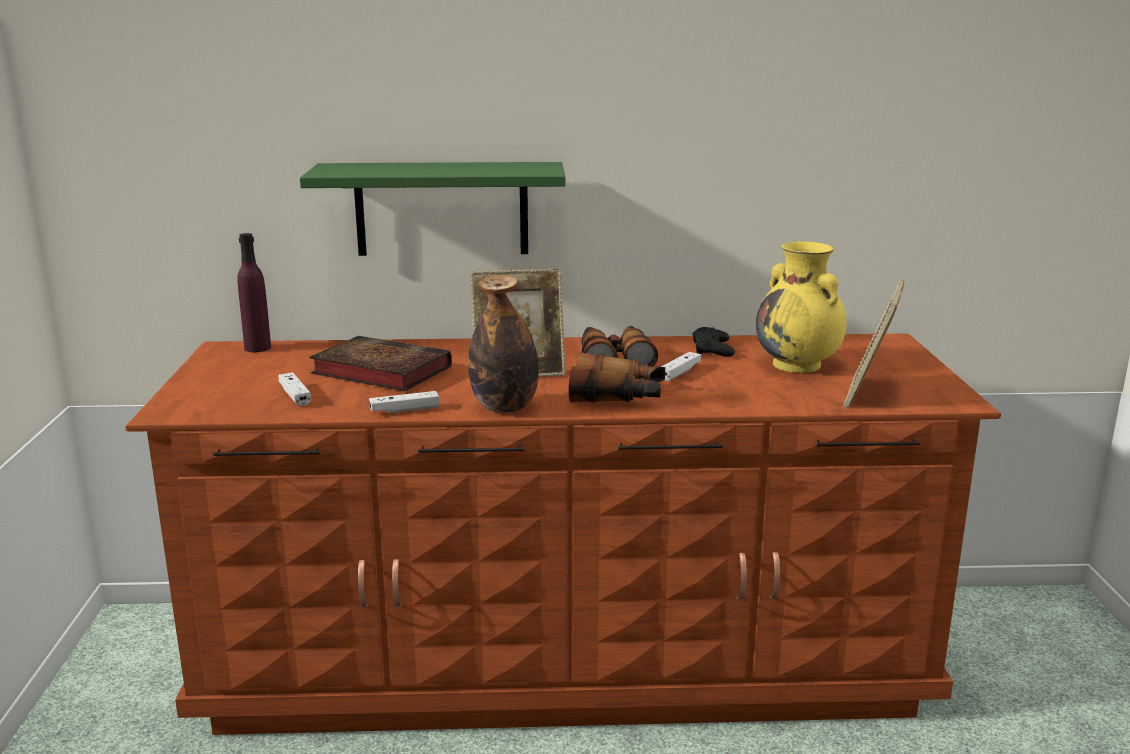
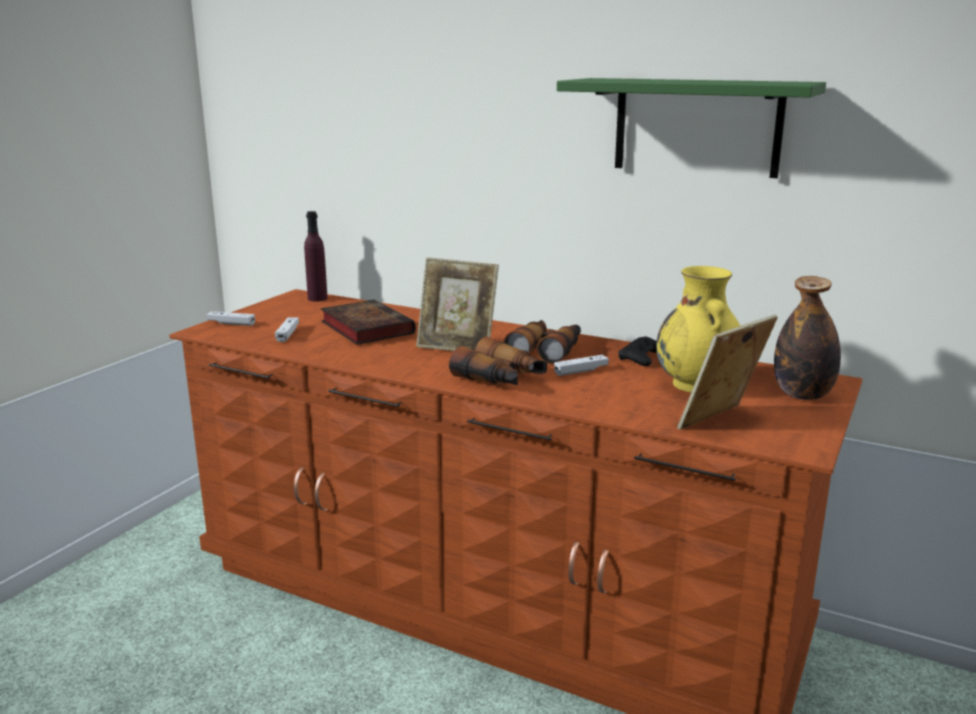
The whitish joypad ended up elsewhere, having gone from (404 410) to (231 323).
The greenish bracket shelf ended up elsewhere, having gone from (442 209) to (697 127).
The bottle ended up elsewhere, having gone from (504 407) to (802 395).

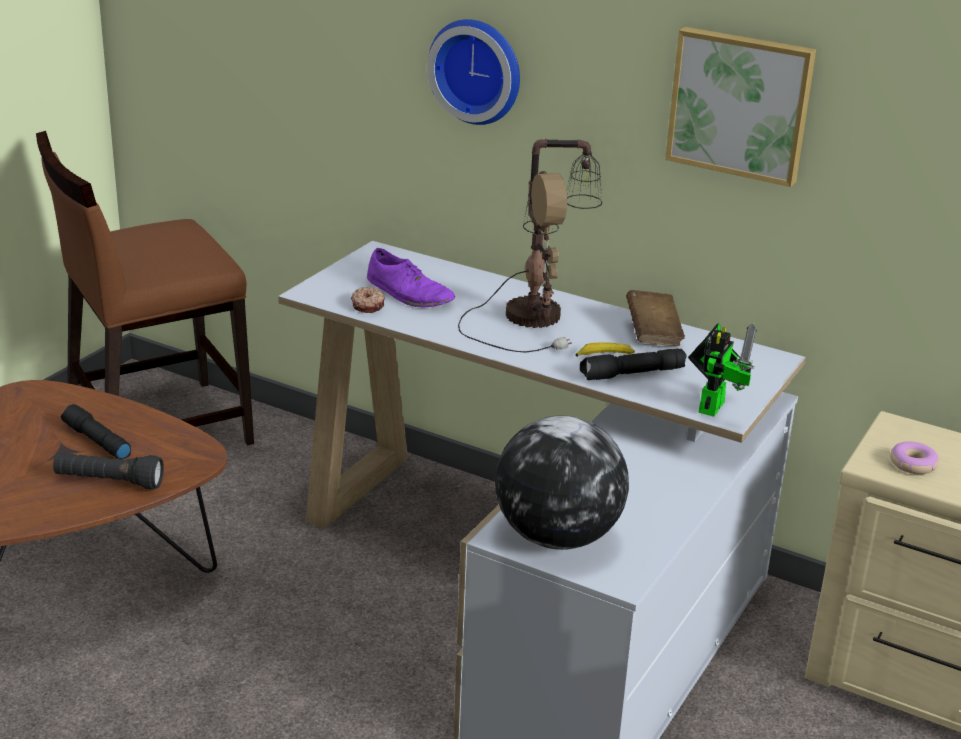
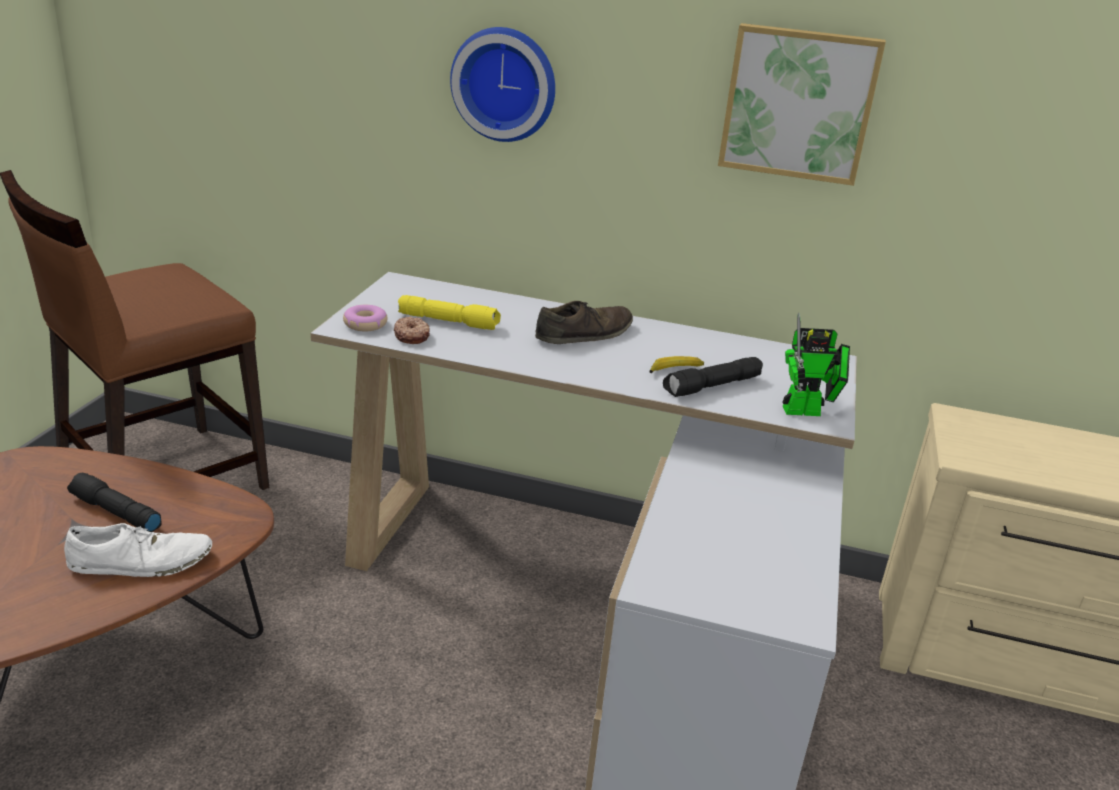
Where the blackish flashlight stood at (109 482), the whitish shoe came to stand at (141 562).
The donut ended up elsewhere, having gone from (912 464) to (365 324).
Where the purple shoe stood at (409 294), the yellow-coloured flashlight came to stand at (449 321).
Where the tabletop lamp stood at (534 314), the brown shoe came to stand at (584 333).
The model robot at (713 404) ended up facing another way, 75 degrees clockwise from before.
The second view lost the globe at (556 537).
The second view lost the brown bound book at (653 334).

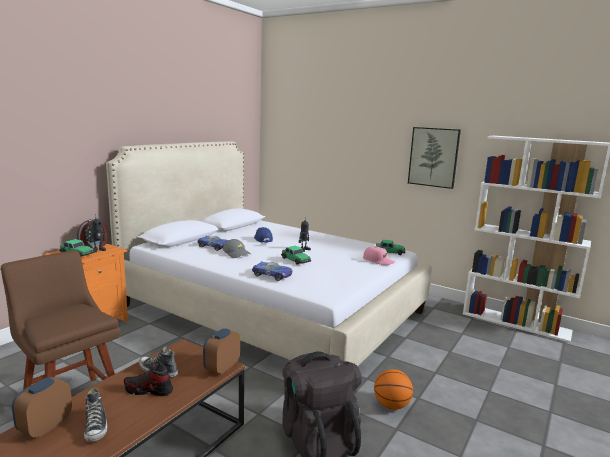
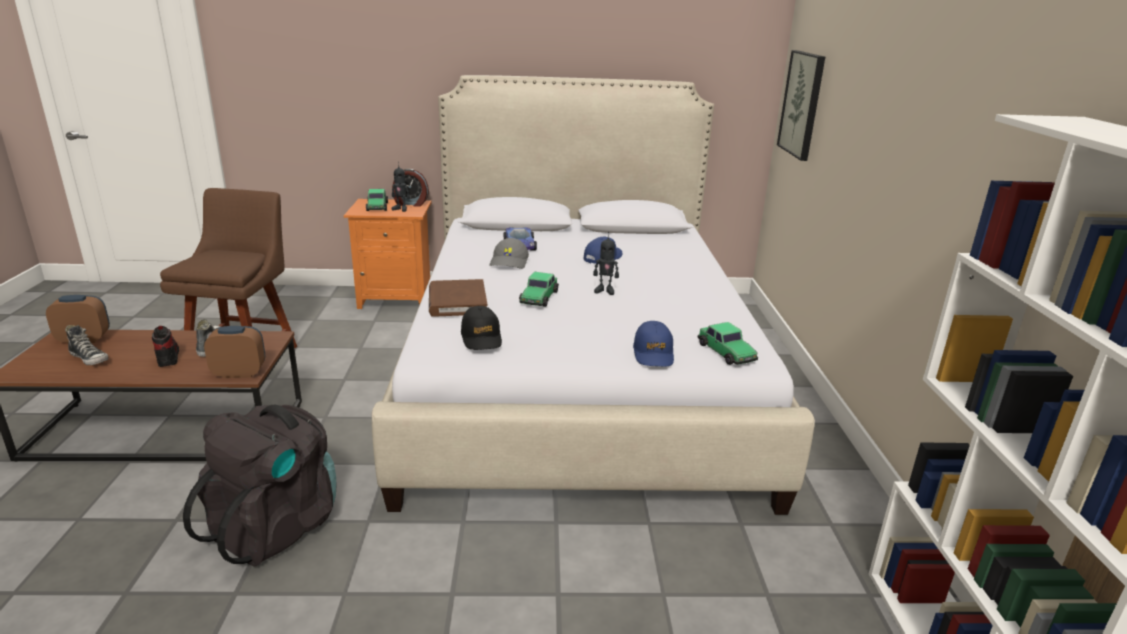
The shoe at (96 427) ended up facing another way, 90 degrees counterclockwise from before.
Where the model car stood at (273 275), the brown bound book came to stand at (457 302).
The second view gained the blackish cap at (481 337).
What was the pink cap at (378 261) turned into the blue cap at (653 353).
The wall picture ended up elsewhere, having gone from (433 157) to (802 104).
The second view lost the ball for basketball at (391 405).

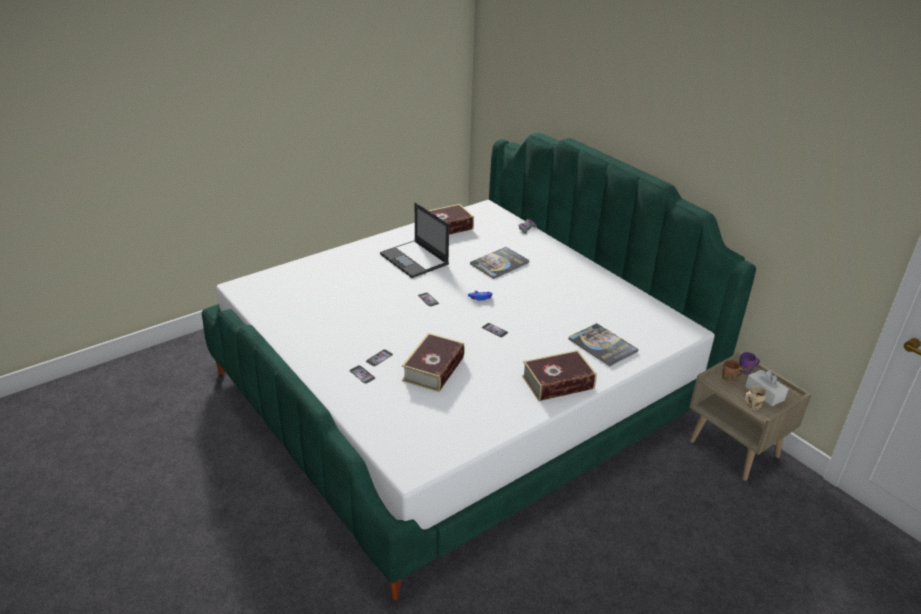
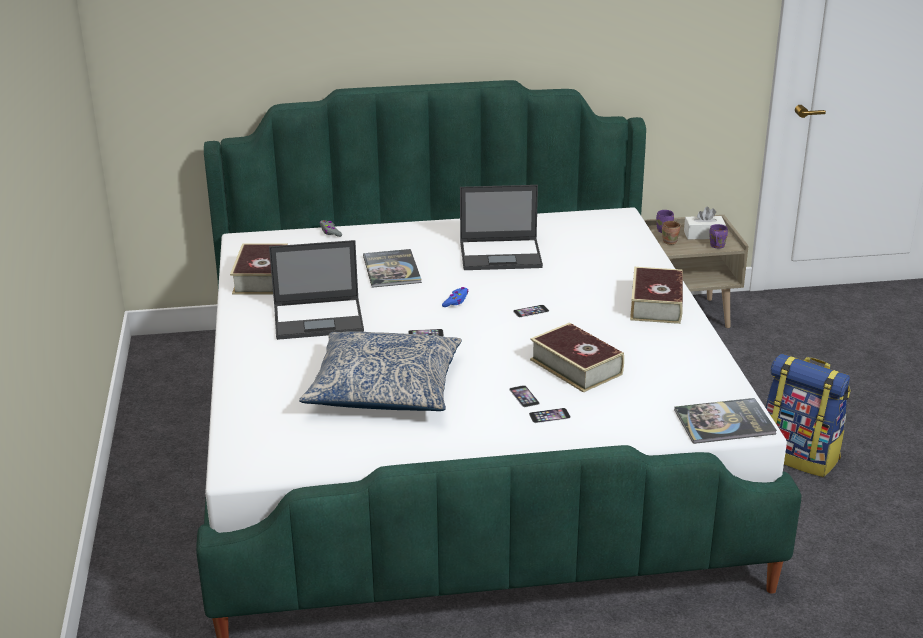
The second view gained the throw pillow at (384 388).
The second view gained the portable computer at (501 255).
The bound book ended up elsewhere, having gone from (602 345) to (724 422).
What was the sand-coloured coffee mug at (752 405) turned into the purple coffee mug at (716 246).
The second view gained the knapsack at (800 456).

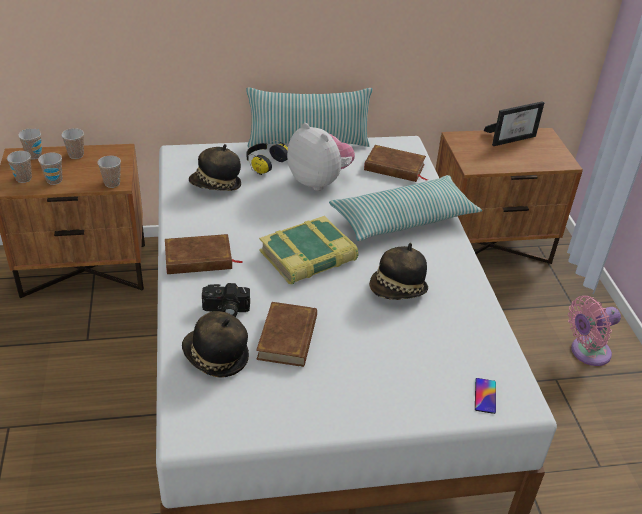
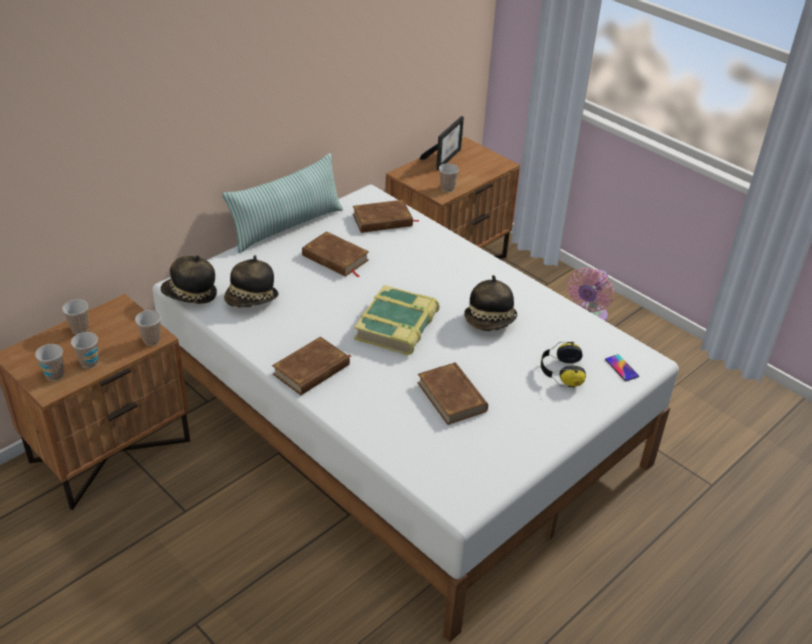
The clothing hat ended up elsewhere, having gone from (215 357) to (190 295).
Where the soft toy stood at (319 181), the brown bound book came to stand at (335 258).
The cup ended up elsewhere, having gone from (34 155) to (447 188).
The pair of headphones ended up elsewhere, having gone from (265 164) to (560 372).
The second view lost the still camera at (225 310).
The second view lost the throw pillow at (404 219).

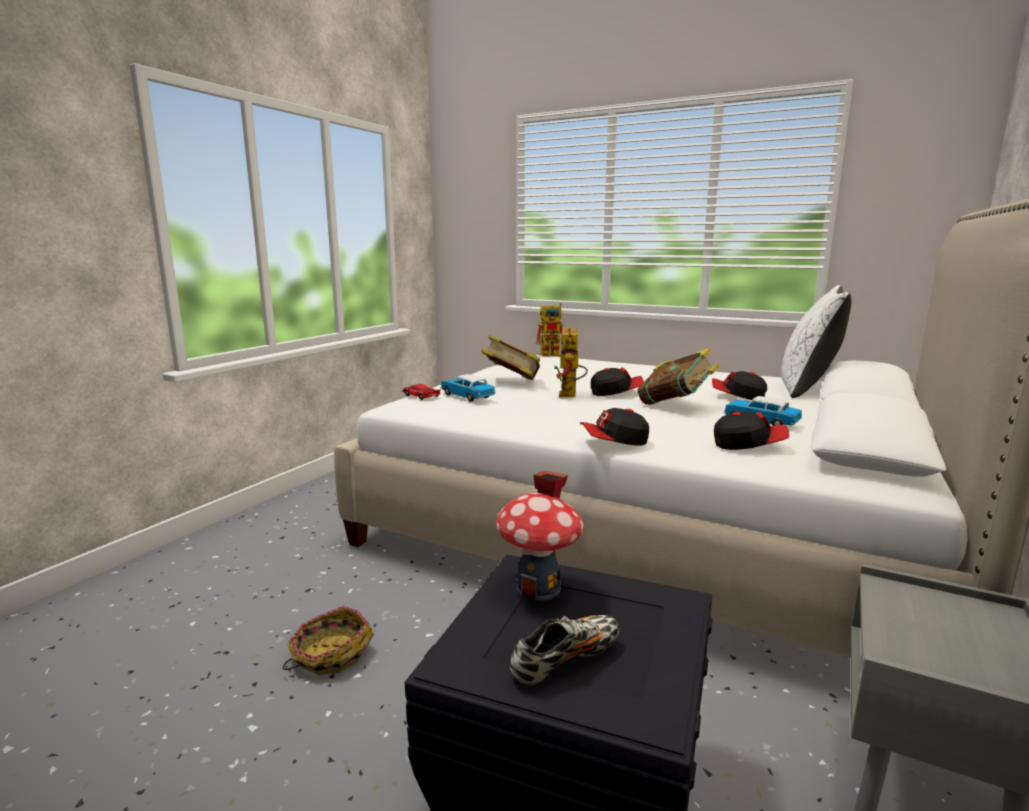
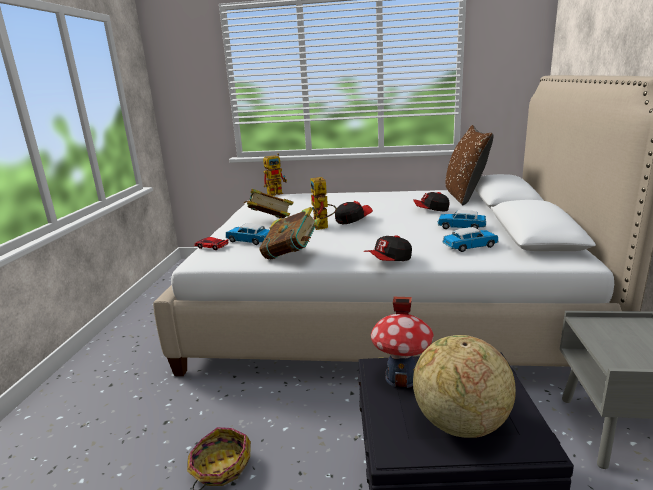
The bound book ended up elsewhere, having gone from (675 405) to (292 256).
Where the shoe stood at (566 660), the globe came to stand at (459 423).
Where the cap stood at (748 446), the model car came to stand at (470 246).
What was the whitish throw pillow at (807 388) turned into the brown throw pillow at (464 196).

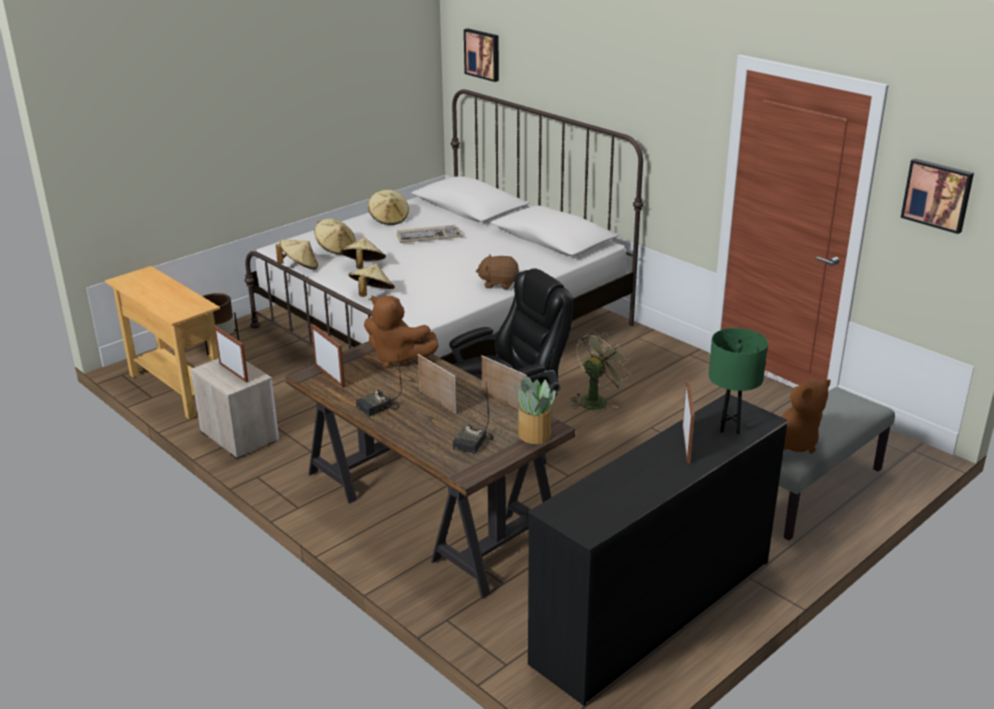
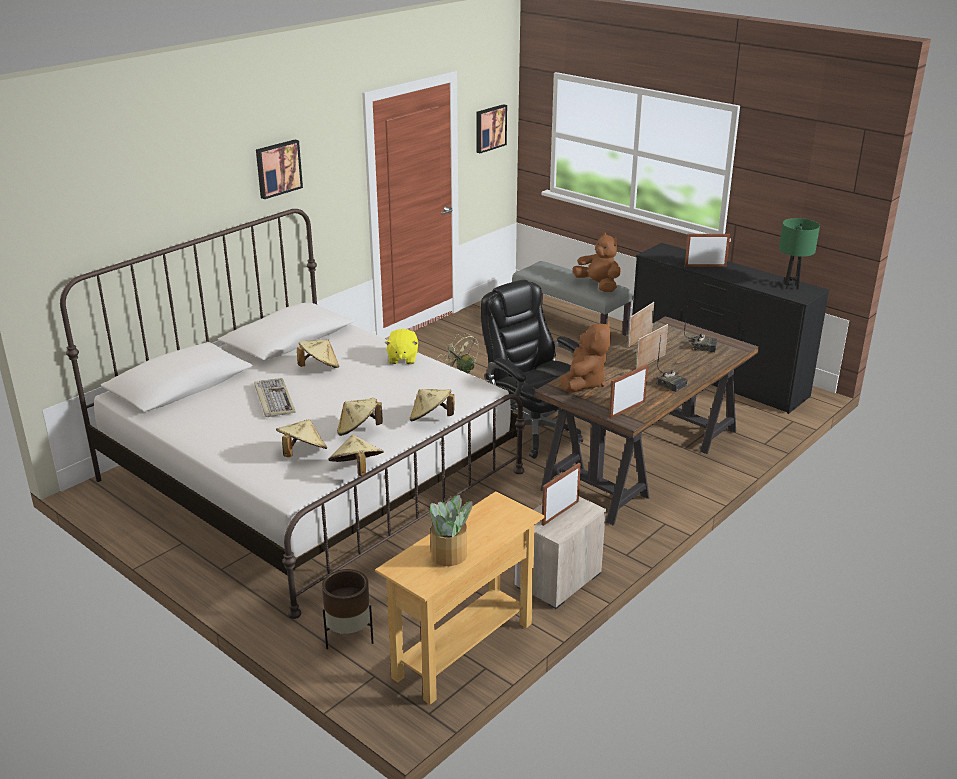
The wall picture ended up elsewhere, having gone from (483 54) to (278 168).
The sand-coloured clothing hat ended up elsewhere, having gone from (389 219) to (319 367).
What was the brown soft toy at (498 283) turned into the yellow-coloured soft toy at (402 358).
The plant in a pot ended up elsewhere, having gone from (534 435) to (450 555).
The greenish tabletop lamp ended up elsewhere, having gone from (730 428) to (791 286).

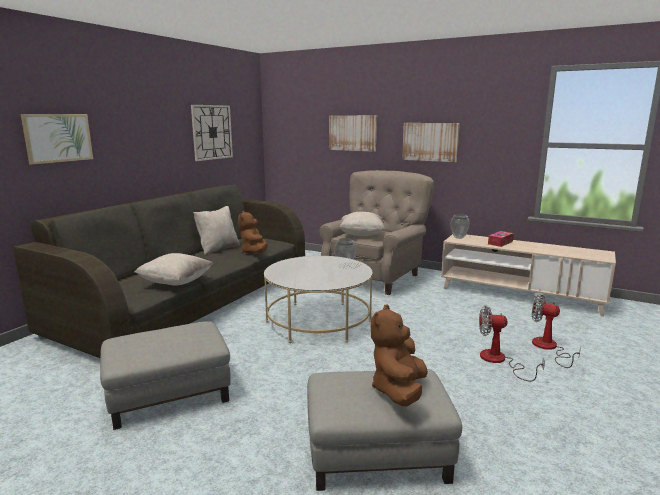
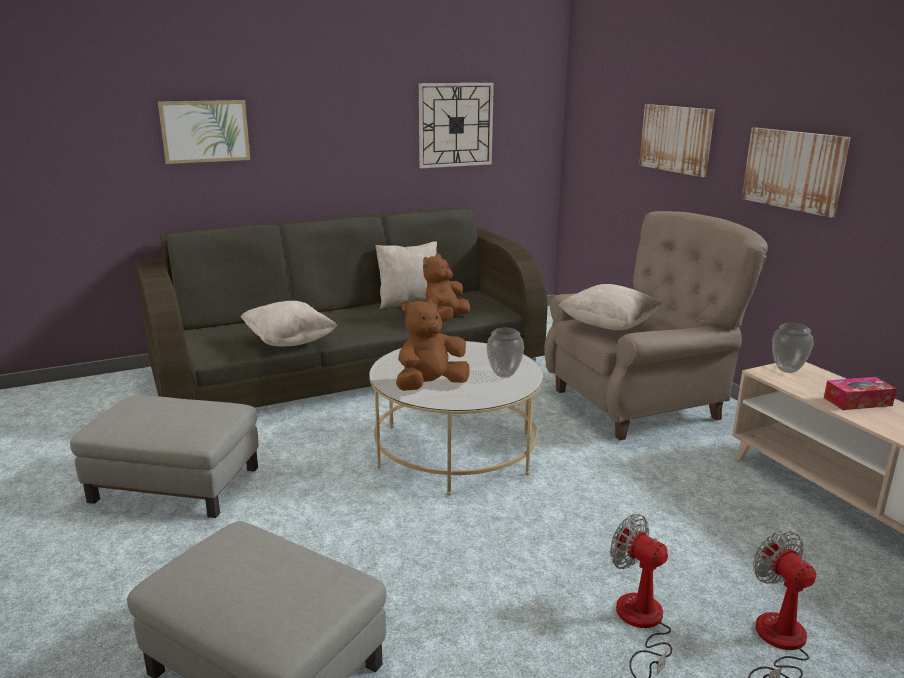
The brown soft toy ended up elsewhere, having gone from (398 390) to (430 386).

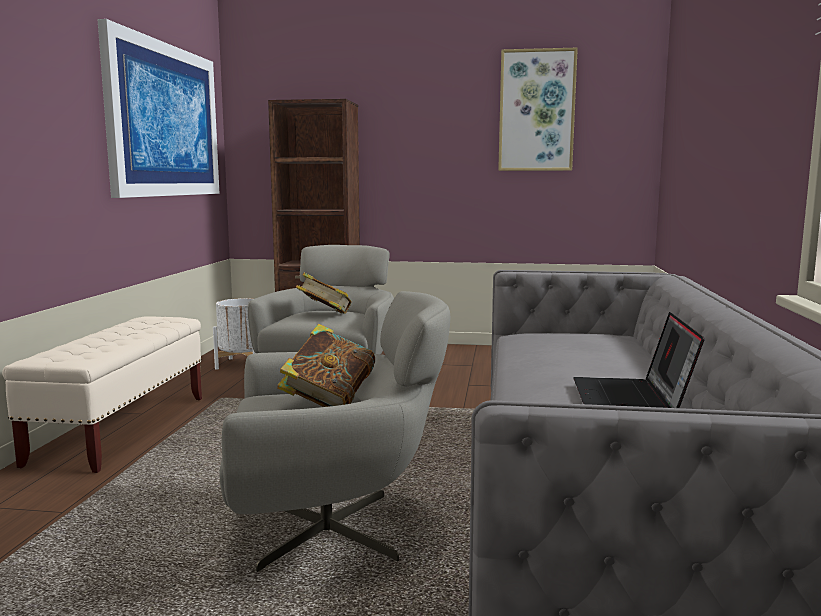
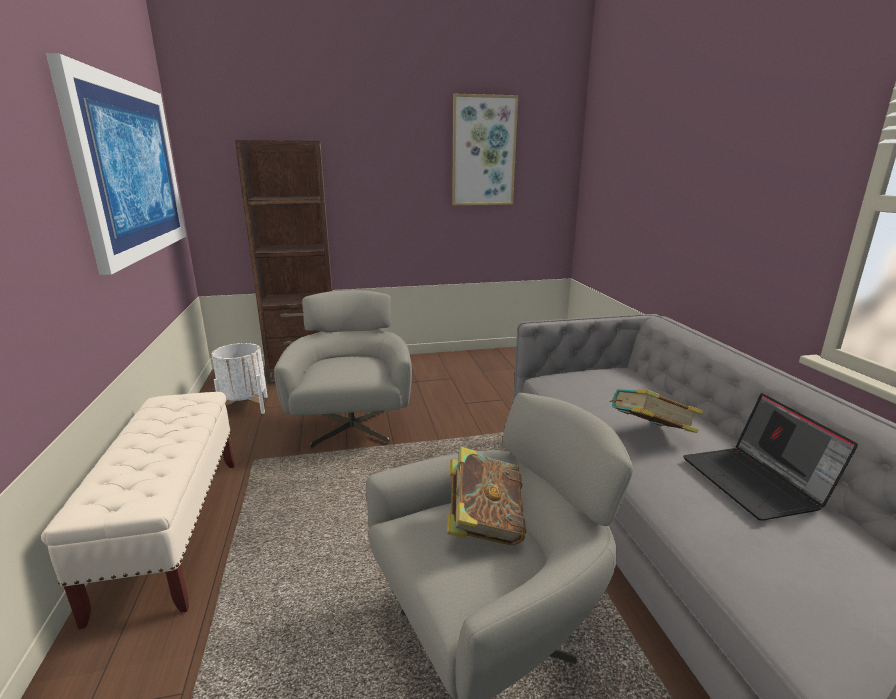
The bound book ended up elsewhere, having gone from (325 315) to (649 435).

